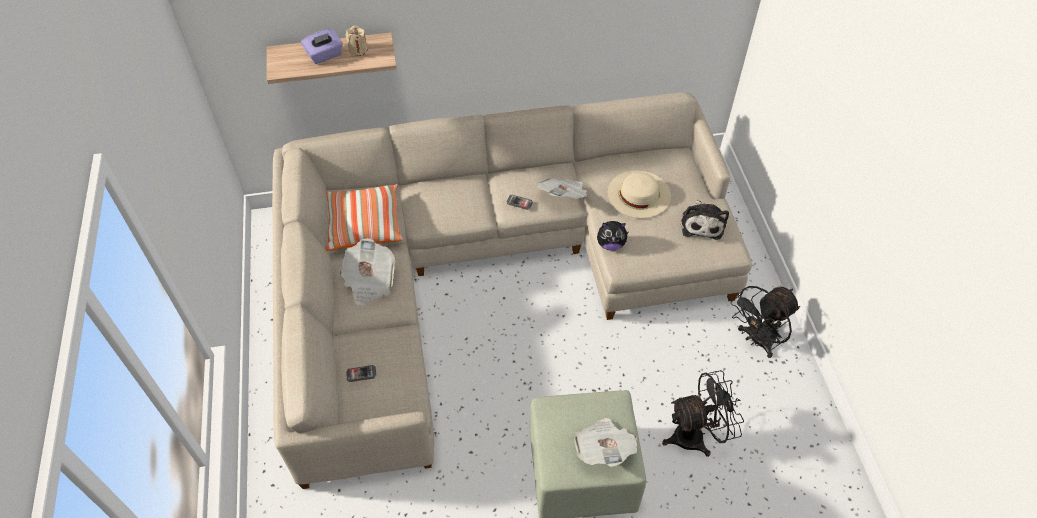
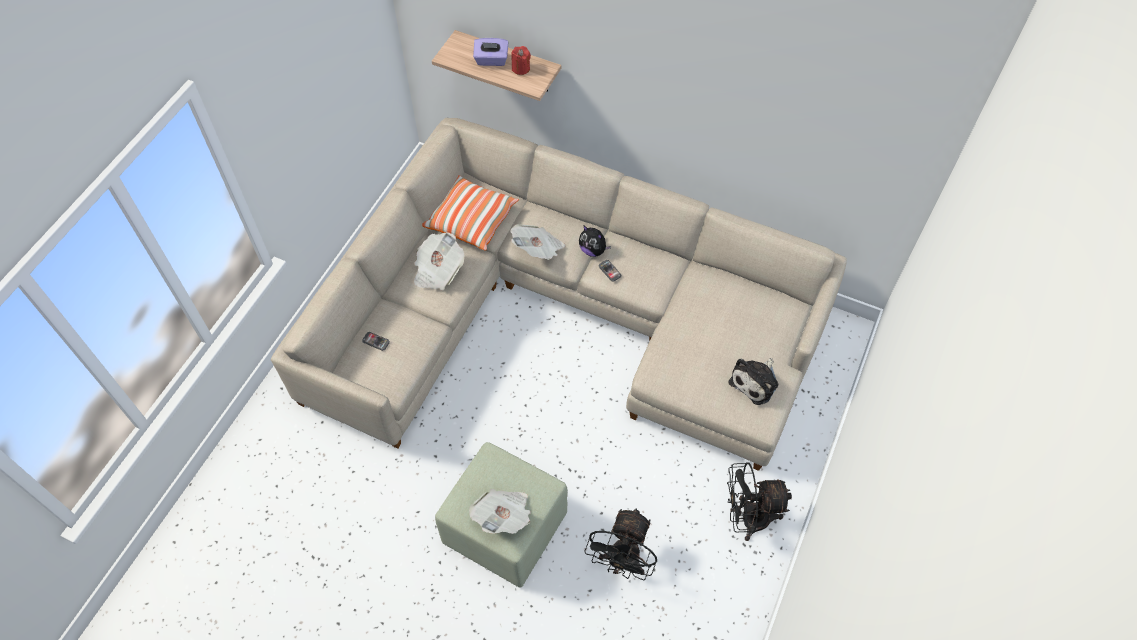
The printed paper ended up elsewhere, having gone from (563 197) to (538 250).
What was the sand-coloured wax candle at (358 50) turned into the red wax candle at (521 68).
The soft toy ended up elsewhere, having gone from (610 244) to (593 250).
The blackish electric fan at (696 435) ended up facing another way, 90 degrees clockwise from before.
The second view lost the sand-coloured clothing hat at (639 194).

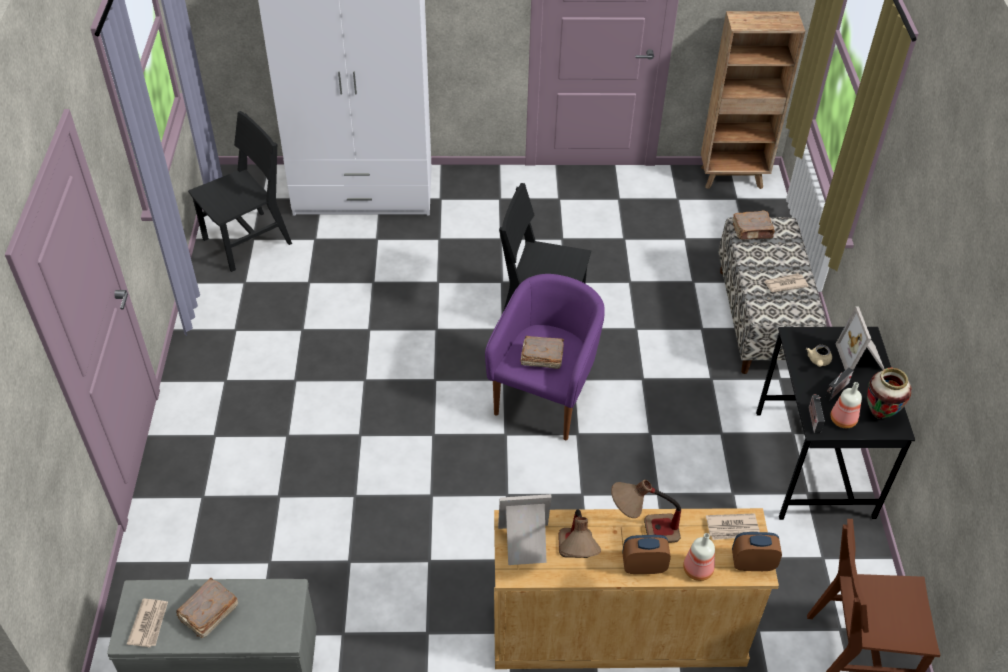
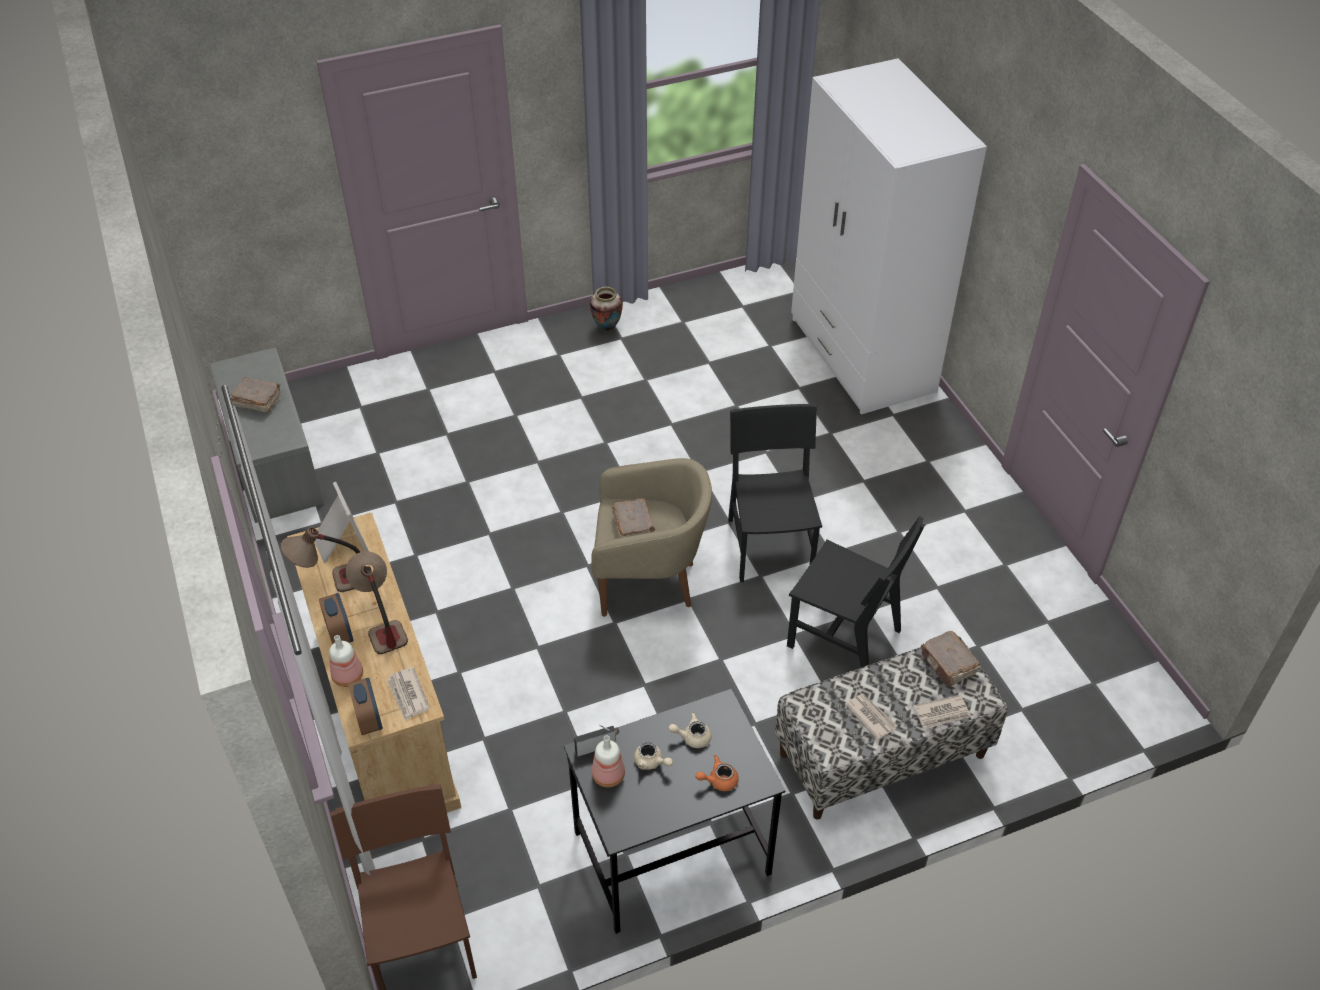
The vase ended up elsewhere, having gone from (879 414) to (607 328).
What was the purple armchair at (545 398) turned into the sand-coloured armchair at (650 583).
Where the radio receiver stood at (836 391), the sand-coloured pot for tea came to stand at (651 762).
Where the standing frame stood at (861 358), the orangey pot for tea came to stand at (718 780).
The blackish plain chair ended up elsewhere, having gone from (247 241) to (844 638).
The printed paper ended up elsewhere, having gone from (149 623) to (942 713).
The second view lost the brown shelving unit at (733 178).

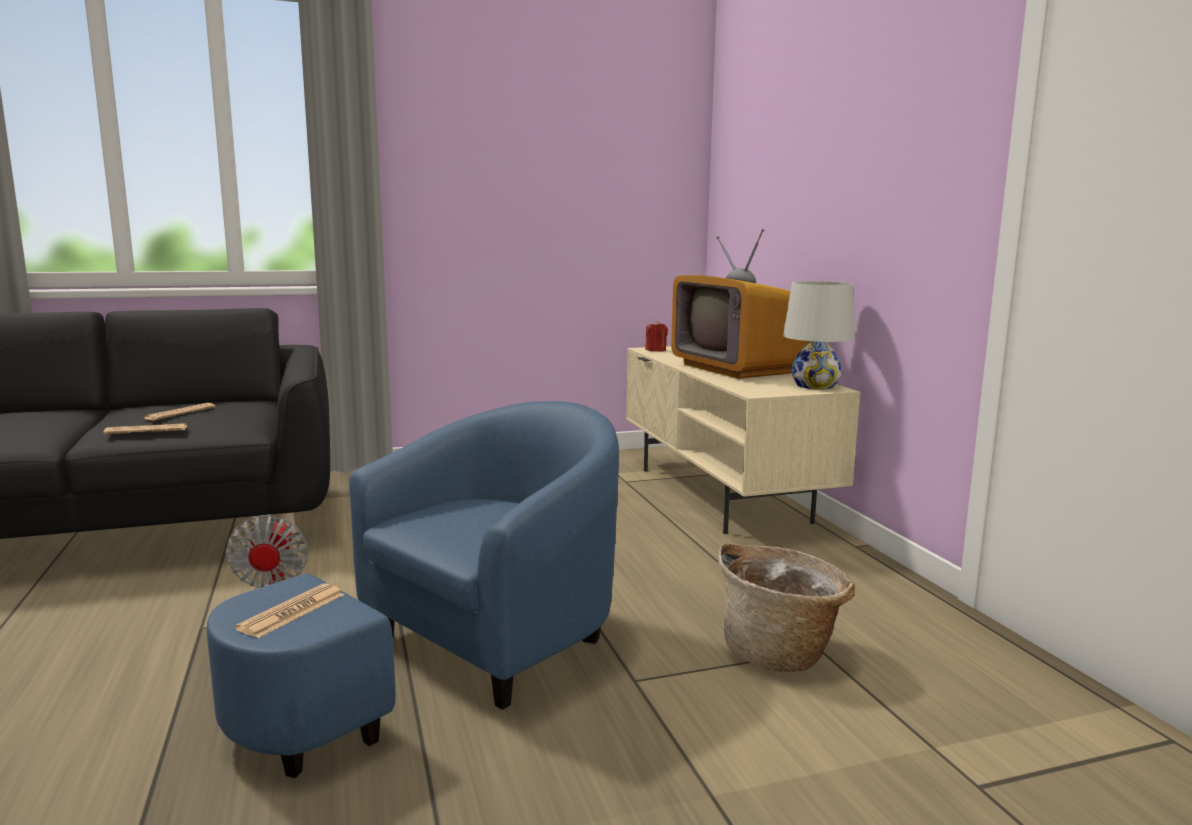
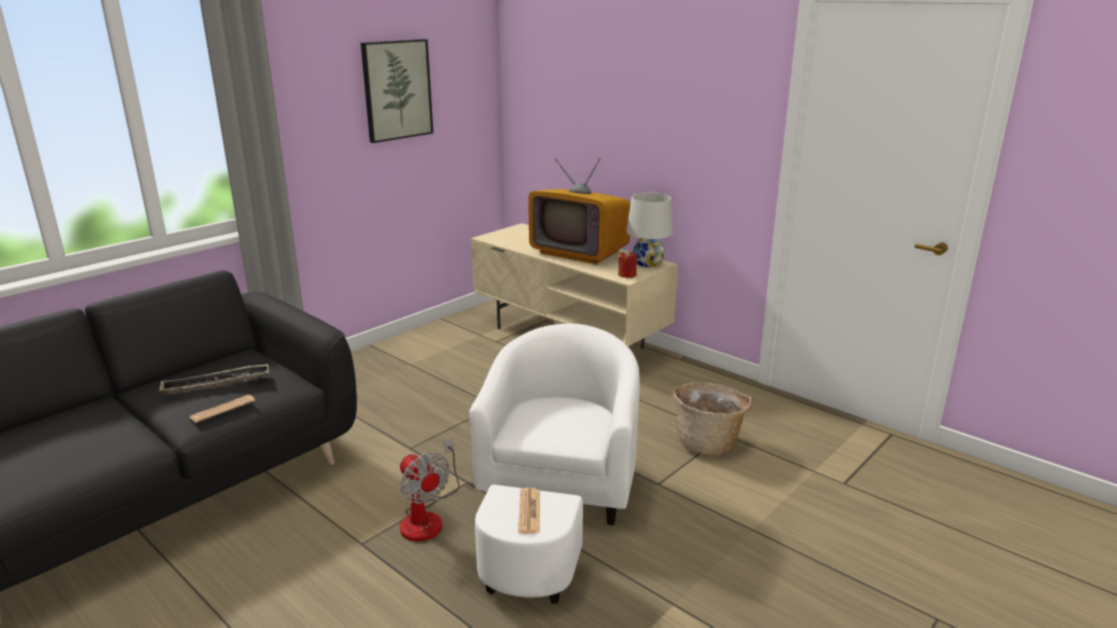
Where the printed paper stood at (180 413), the serving tray came to stand at (216 384).
The second view gained the wall picture at (396 90).
What was the blue armchair at (459 661) turned into the whitish armchair at (555 506).
The red wax candle ended up elsewhere, having gone from (656 350) to (627 275).

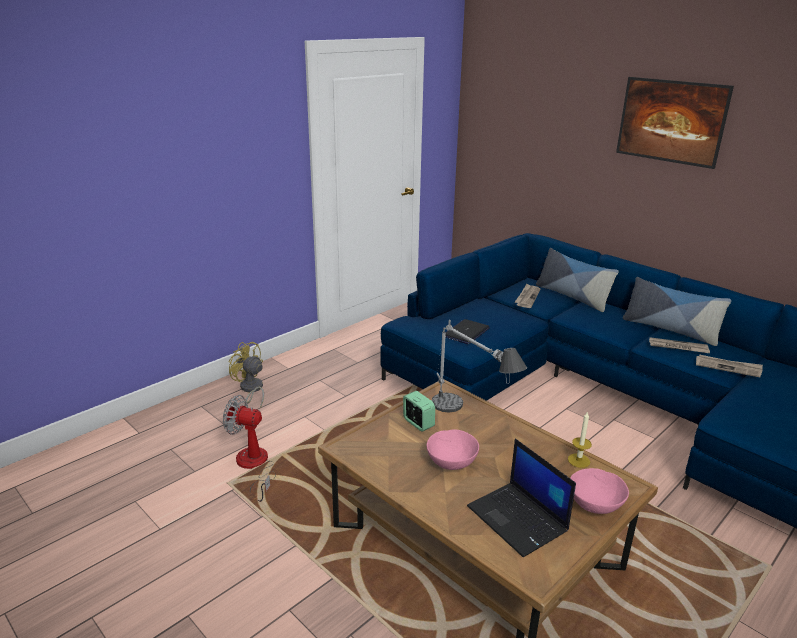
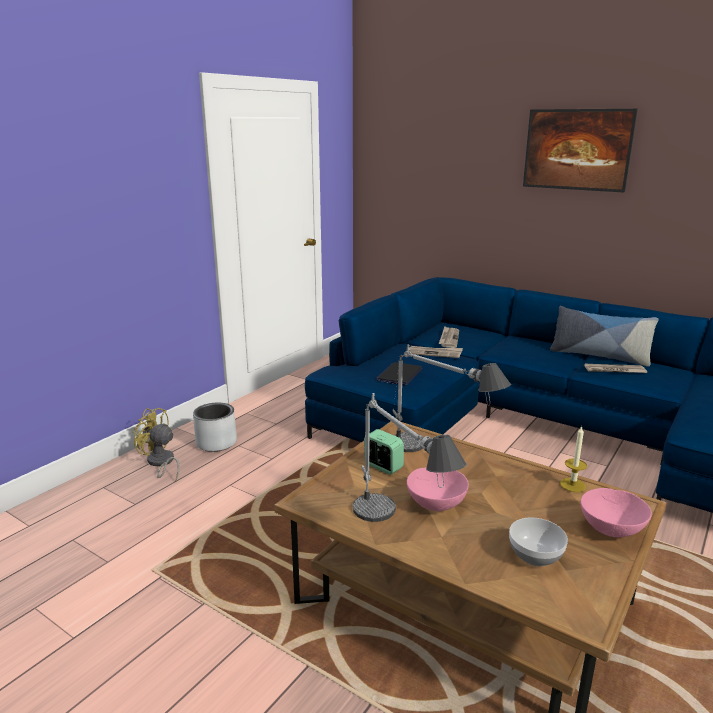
The second view gained the gray plant pot at (217 443).
The second view gained the tabletop lamp at (398 533).
The printed paper ended up elsewhere, having gone from (728 367) to (434 353).
Where the portable computer stood at (518 519), the serving bowl came to stand at (536 555).
The second view lost the electric fan at (254 466).
The second view lost the throw pillow at (572 296).

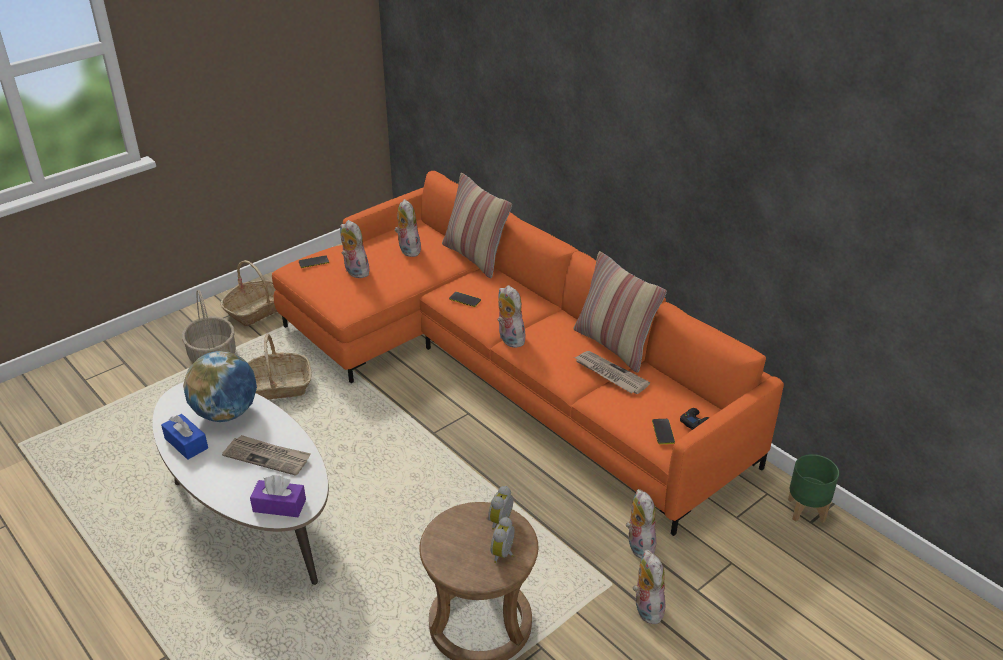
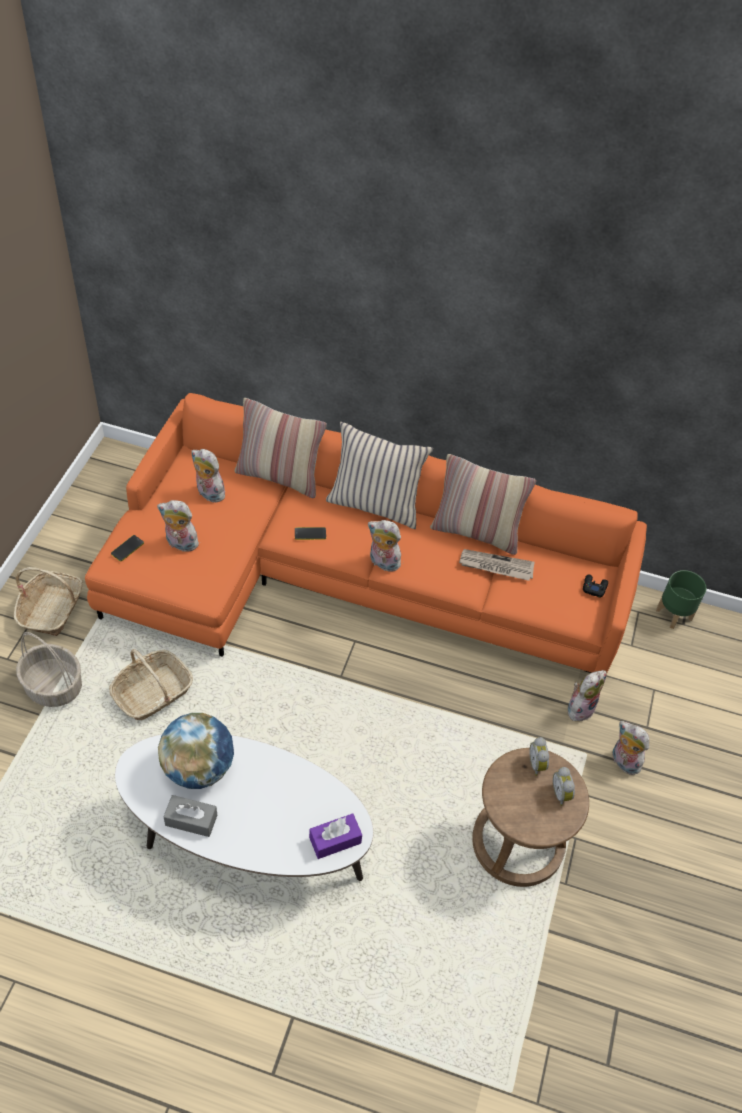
What was the blue tissue holder at (186 443) turned into the gray tissue holder at (191 820).
The second view gained the sand-coloured throw pillow at (375 504).
The soft toy at (638 545) ended up facing another way, 90 degrees clockwise from before.
The second view lost the printed paper at (268 457).
The second view lost the phone at (663 432).

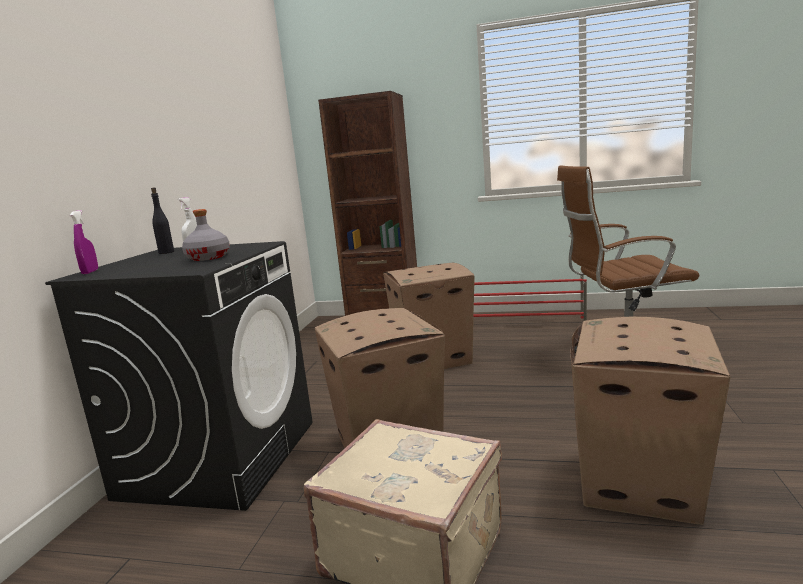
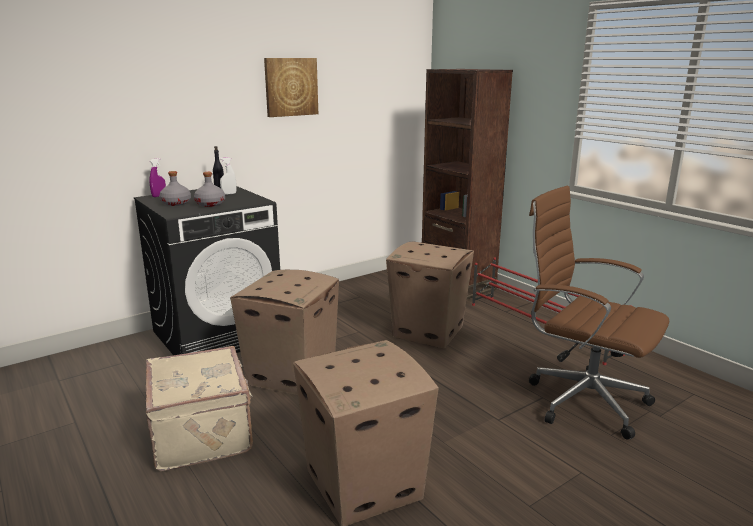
The second view gained the gray bottle at (176 203).
The second view gained the wall picture at (291 87).

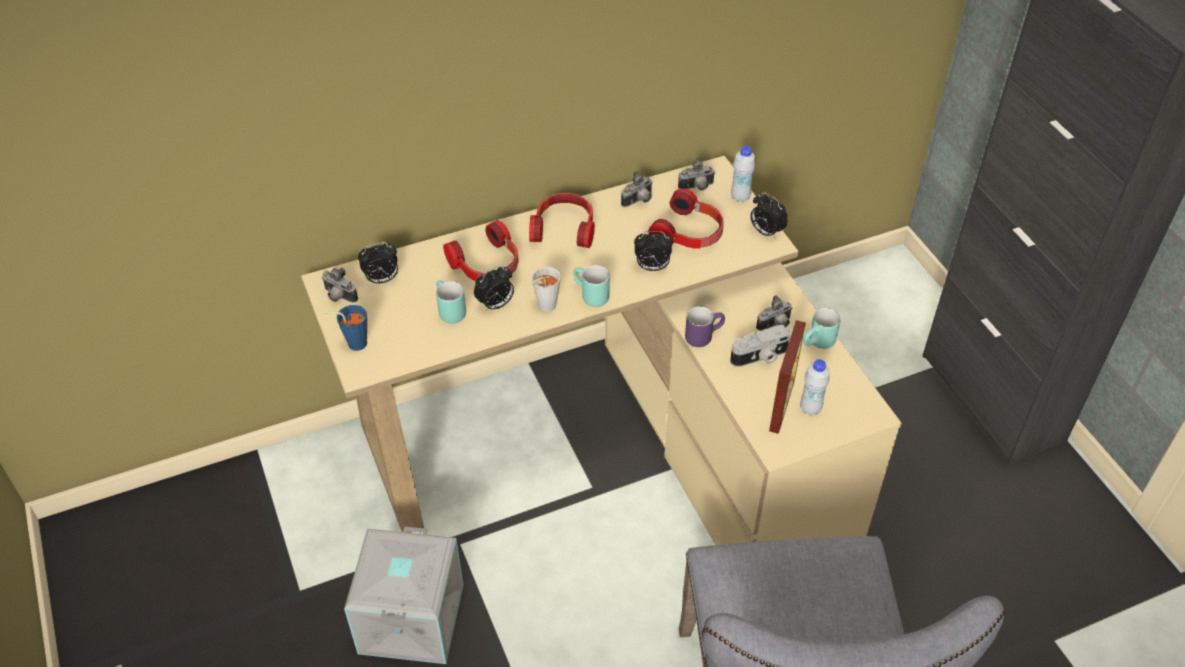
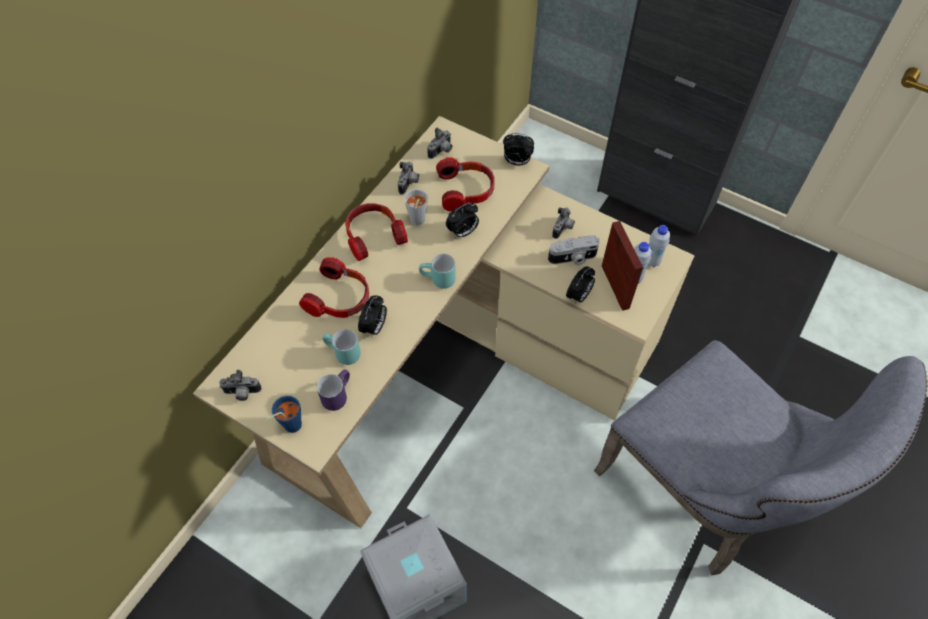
The purple coffee mug ended up elsewhere, having gone from (703 335) to (336 394).
The gray cup ended up elsewhere, having gone from (543 307) to (417 222).
The still camera at (760 357) ended up facing another way, 45 degrees clockwise from before.
The bedside clock ended up elsewhere, having gone from (382 279) to (578 296).
The whitish bottle ended up elsewhere, having gone from (740 197) to (651 261).
The second view lost the turquoise coffee mug at (818 344).

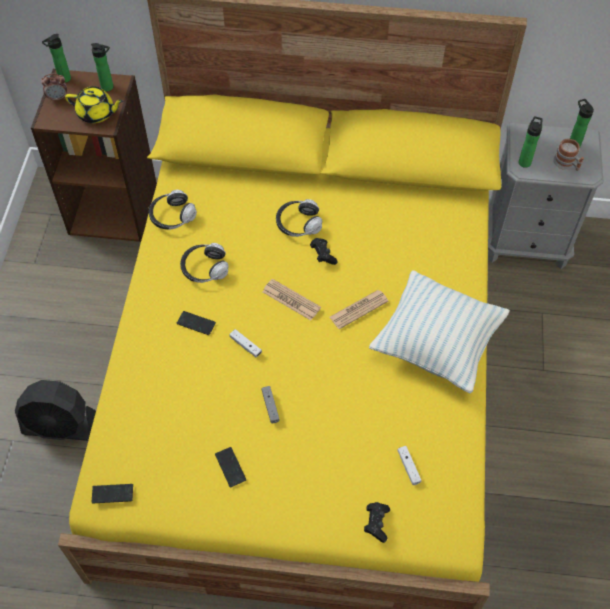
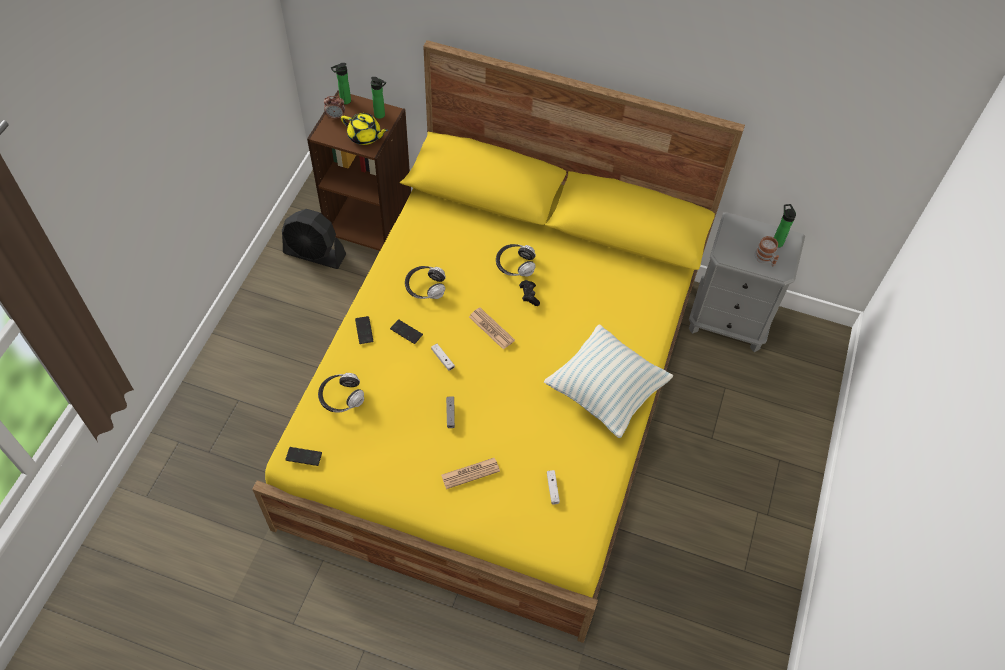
The blackish electric fan ended up elsewhere, having gone from (62 427) to (315 254).
The pair of headphones ended up elsewhere, having gone from (172 216) to (341 397).
The phone ended up elsewhere, having gone from (230 467) to (364 330).
The printed paper ended up elsewhere, having gone from (358 309) to (470 473).
The second view lost the blackish joypad at (376 523).
The second view lost the bottle at (525 161).

